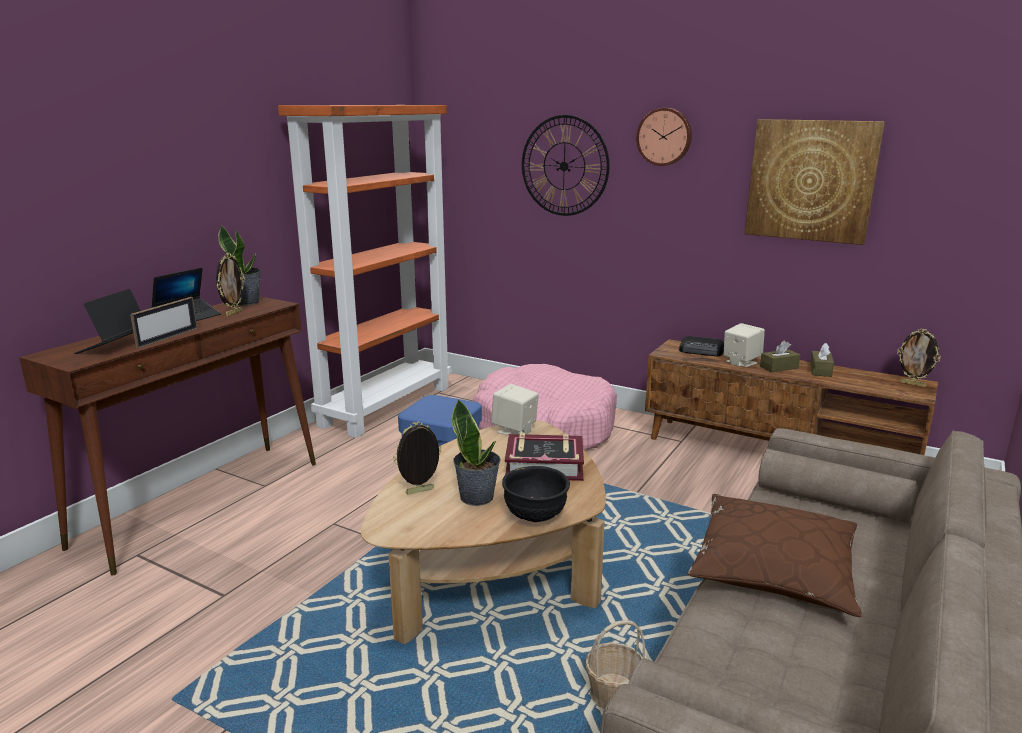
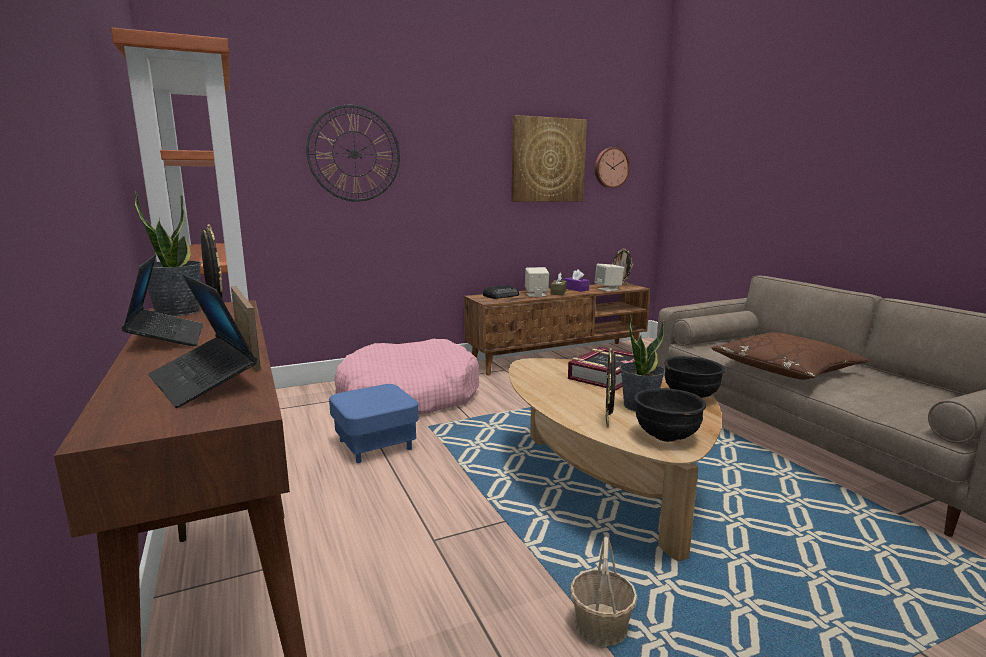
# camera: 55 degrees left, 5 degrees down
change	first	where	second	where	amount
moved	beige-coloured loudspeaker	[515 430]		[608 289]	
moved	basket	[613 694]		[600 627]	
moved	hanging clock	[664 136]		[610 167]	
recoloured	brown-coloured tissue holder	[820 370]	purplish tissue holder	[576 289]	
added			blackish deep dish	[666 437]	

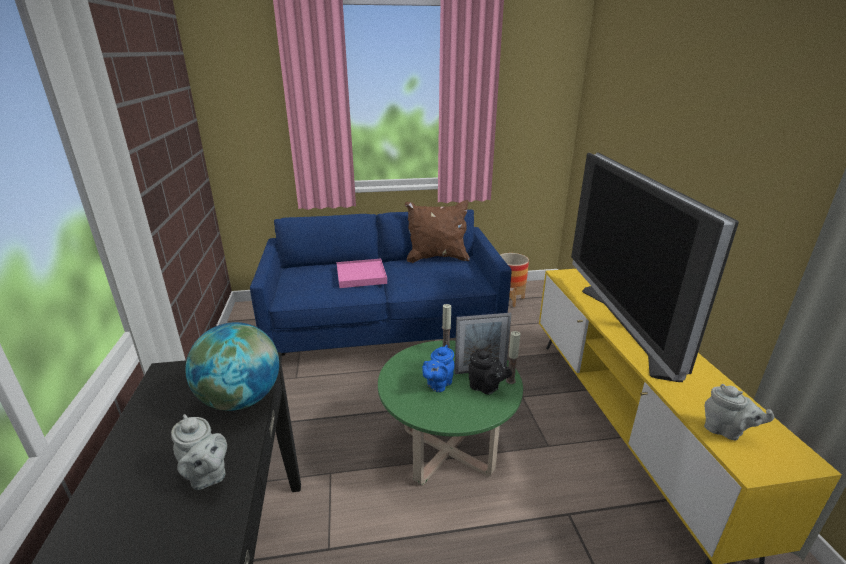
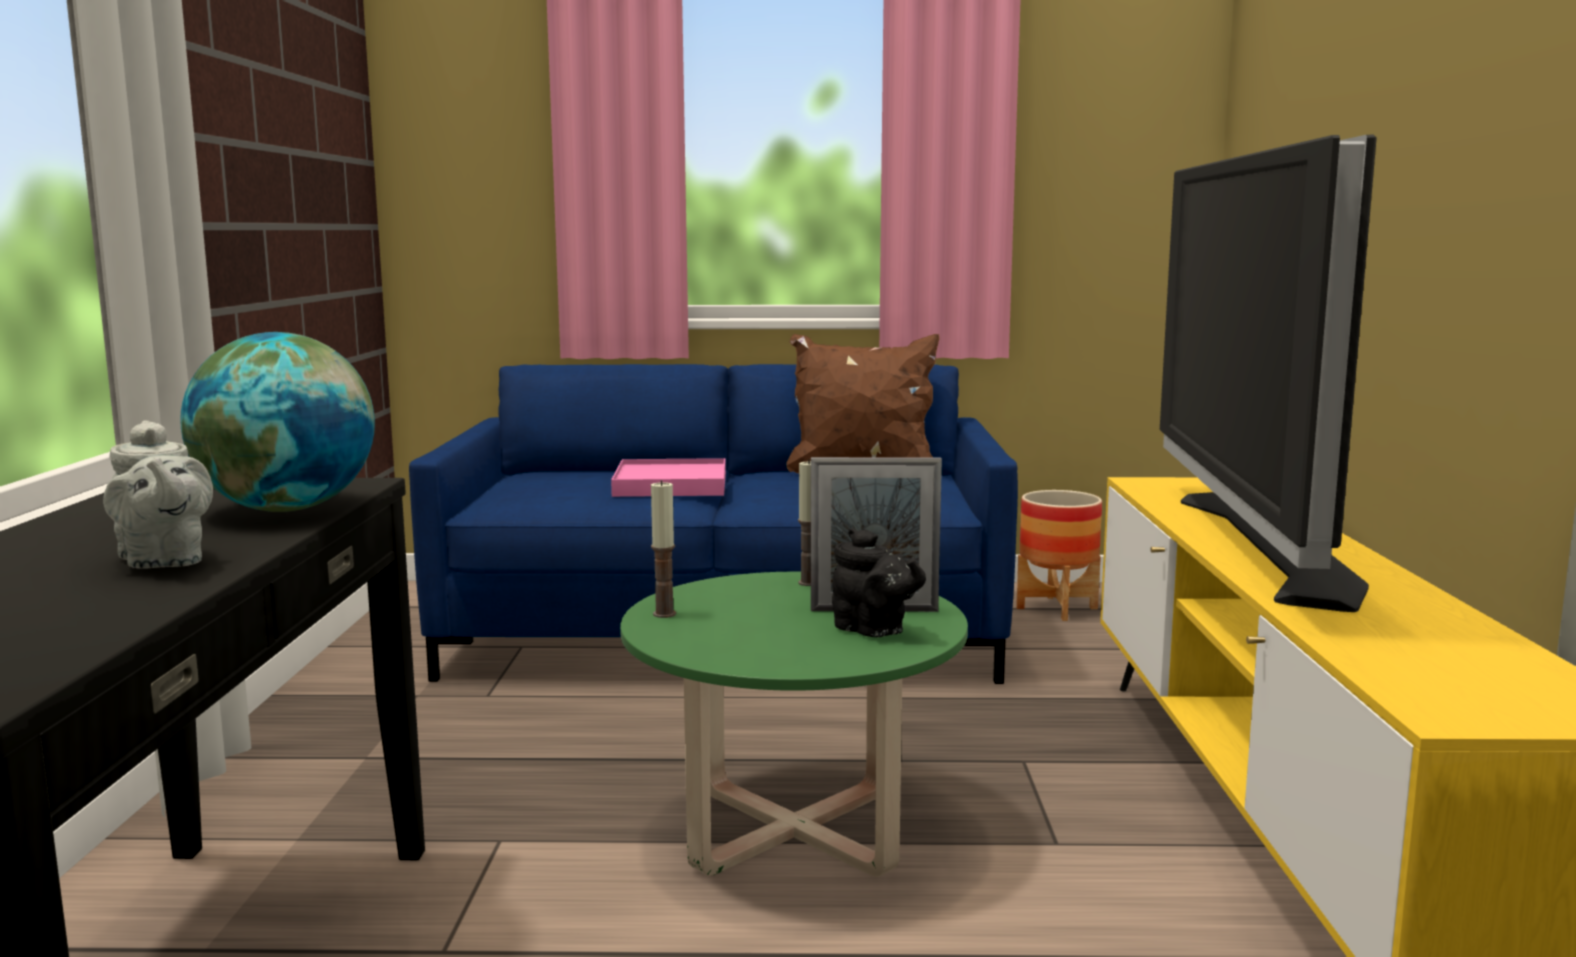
# camera: 10 degrees right, 15 degrees down
change	first	where	second	where	amount
removed	blue pot for tea	[438 384]			
moved	candle	[510 381]		[664 614]	
removed	grey pot for tea	[726 431]			

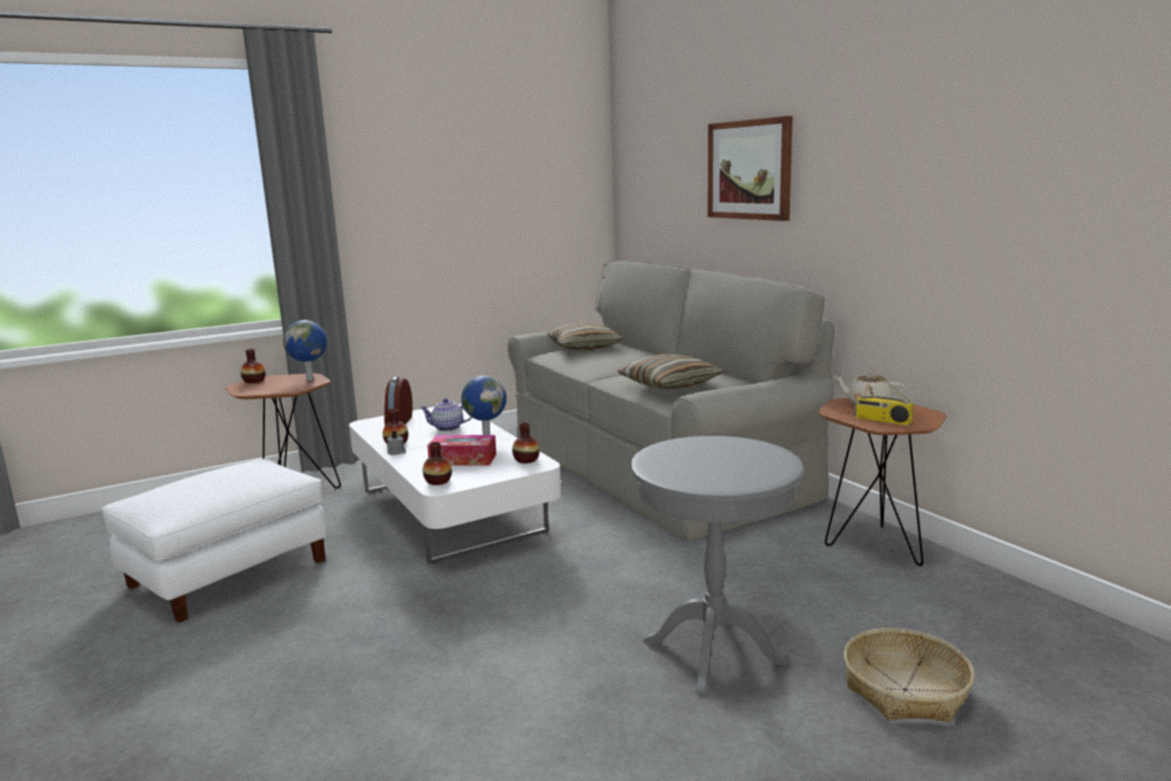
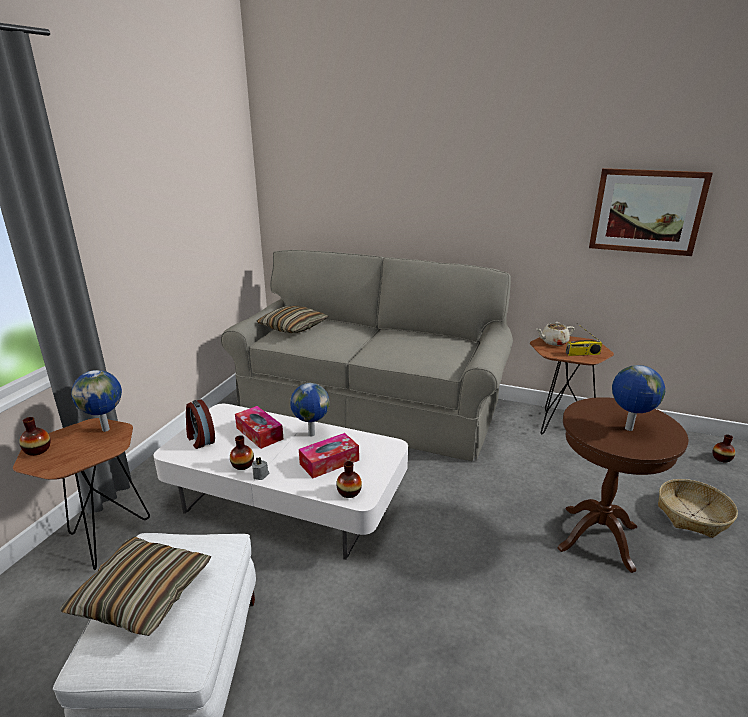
# camera: 40 degrees left, 10 degrees up
change	first	where	second	where	amount
replaced	pot for tea	[447 428]	tissue holder	[259 433]	
moved	decorative vase	[526 460]		[721 458]	
moved	pillow	[669 384]		[142 595]	
recoloured	grey end table	[713 652]	brown-coloured end table	[598 538]	
moved	wall art	[749 170]		[646 211]	
added			world globe	[628 429]	

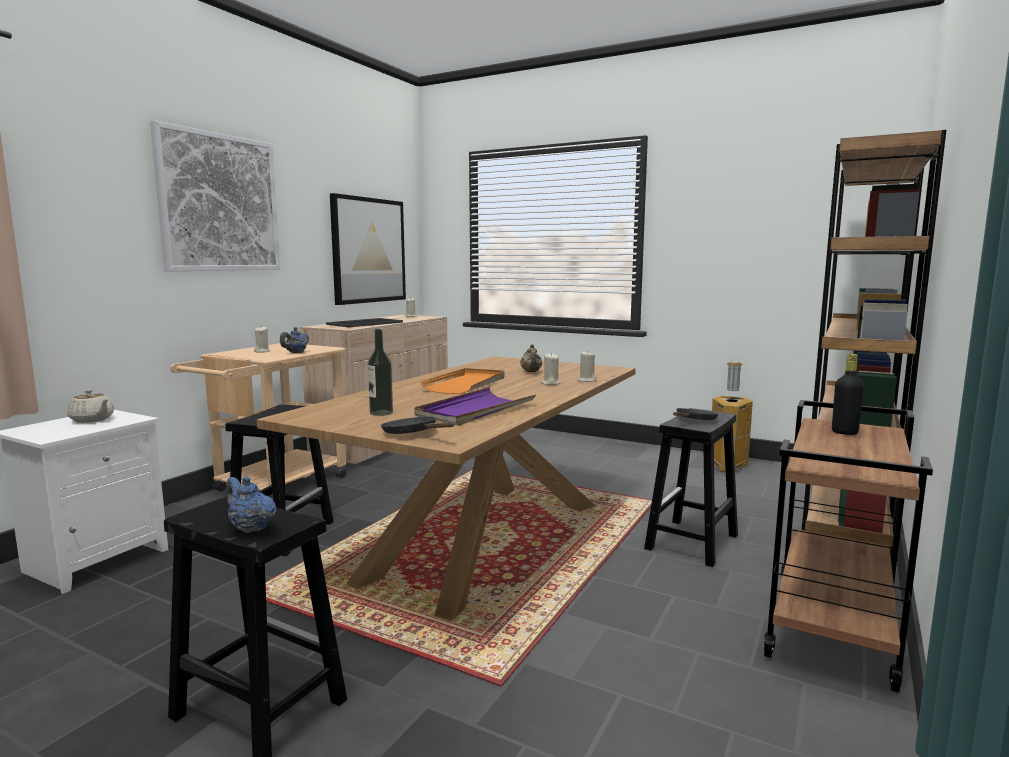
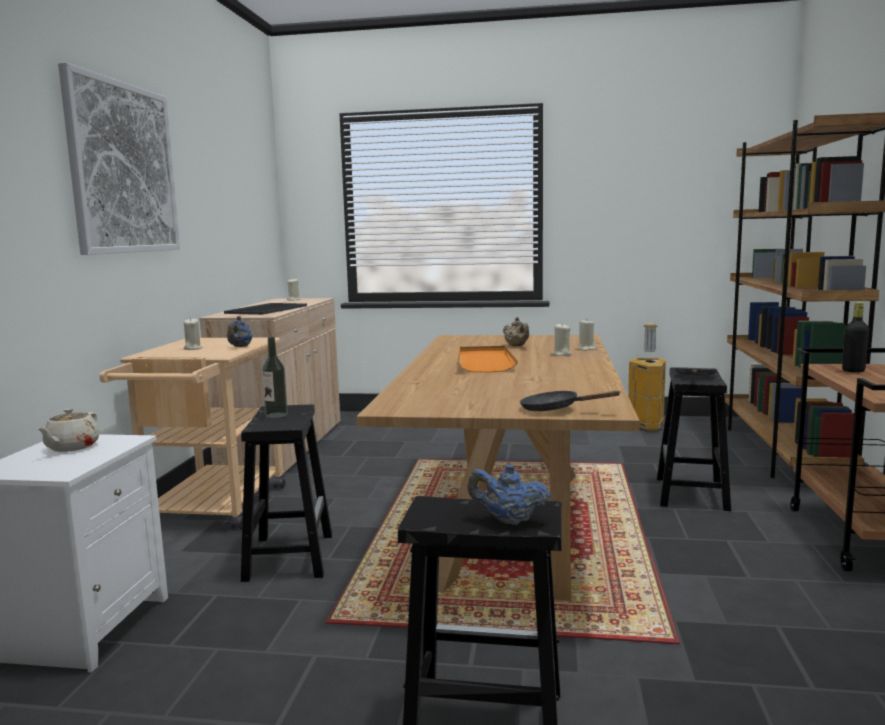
# camera: 20 degrees left, 0 degrees up
change	first	where	second	where	amount
turned	beige-coloured pot for tea	[92 420]		[71 447]	90 degrees clockwise
removed	wall art	[368 250]			
moved	bottle	[381 413]		[276 415]	
removed	purplish tray	[475 410]			

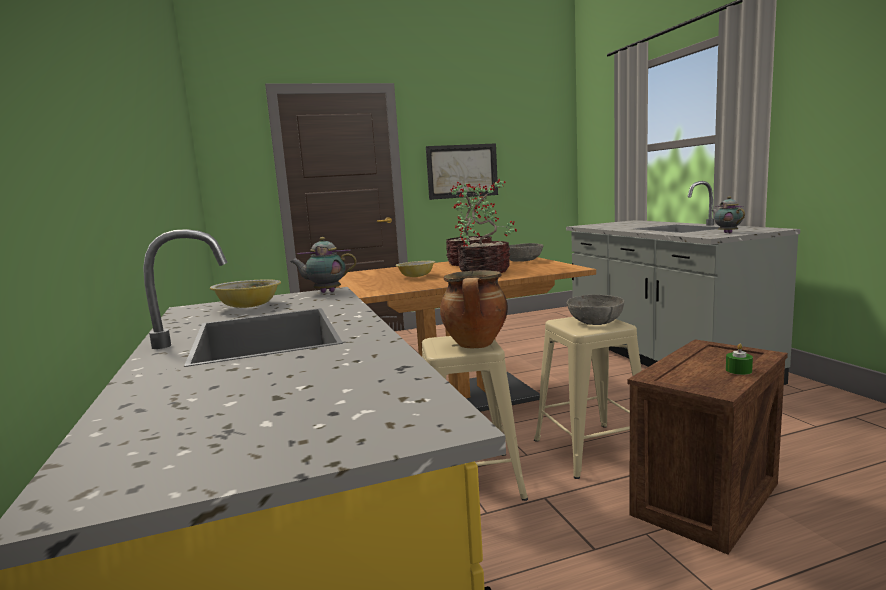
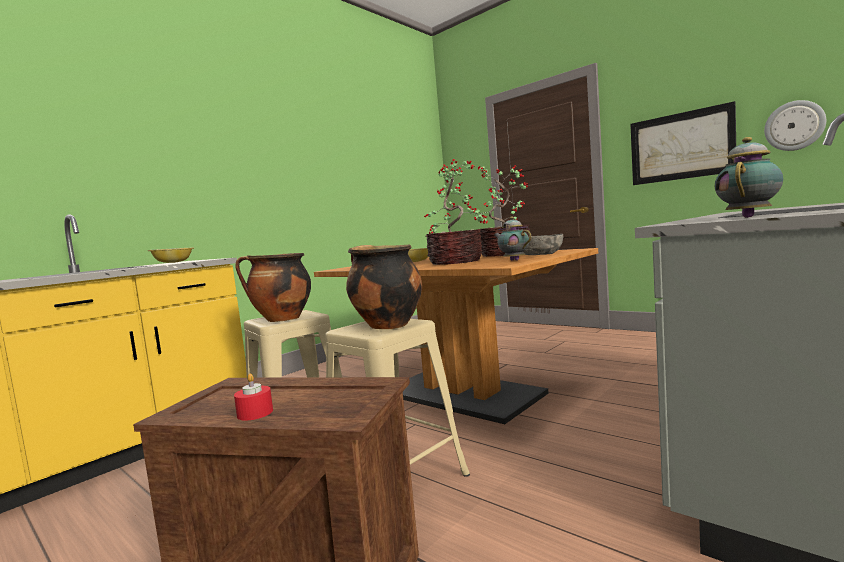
# camera: 60 degrees right, 5 degrees down
change	first	where	second	where	amount
moved	pot for tea	[325 292]		[513 260]	
replaced	grey deep dish	[595 321]	saucepot	[386 325]	
recoloured	green candle	[738 370]	red-coloured candle	[255 413]	
added			hanging clock	[794 126]	

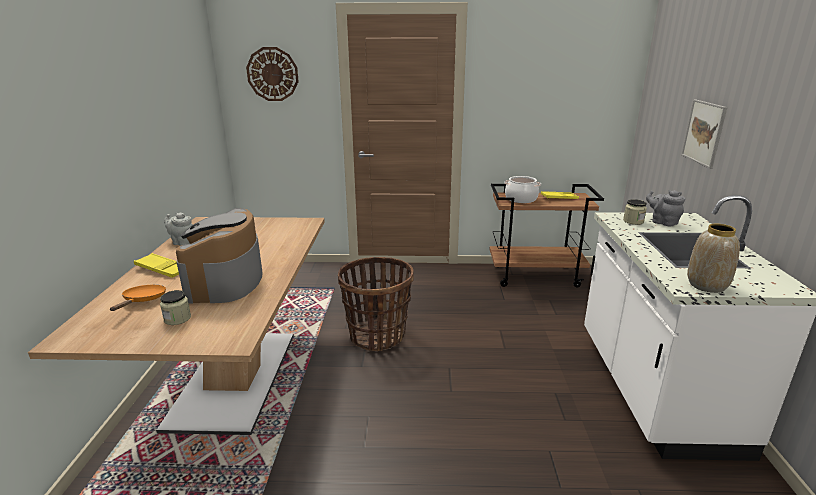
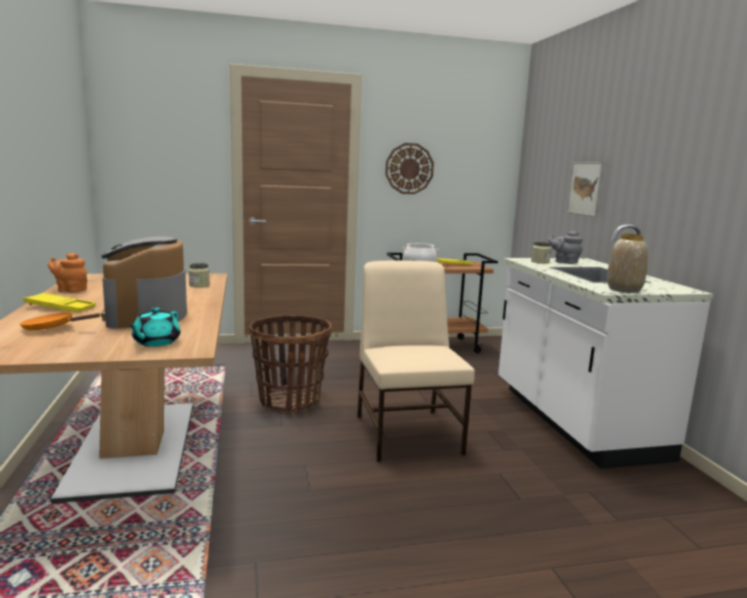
# camera: 15 degrees left, 10 degrees down
change	first	where	second	where	amount
turned	orangey frying pan	[143 300]		[53 328]	75 degrees counterclockwise
moved	preserve jar	[177 319]		[199 285]	
recoloured	grey pot for tea	[182 242]	orangey pot for tea	[70 290]	
moved	hanging clock	[272 74]		[409 168]	
added			turquoise-coloured pot for tea	[155 342]	
added			beige-coloured upright chair	[408 433]	

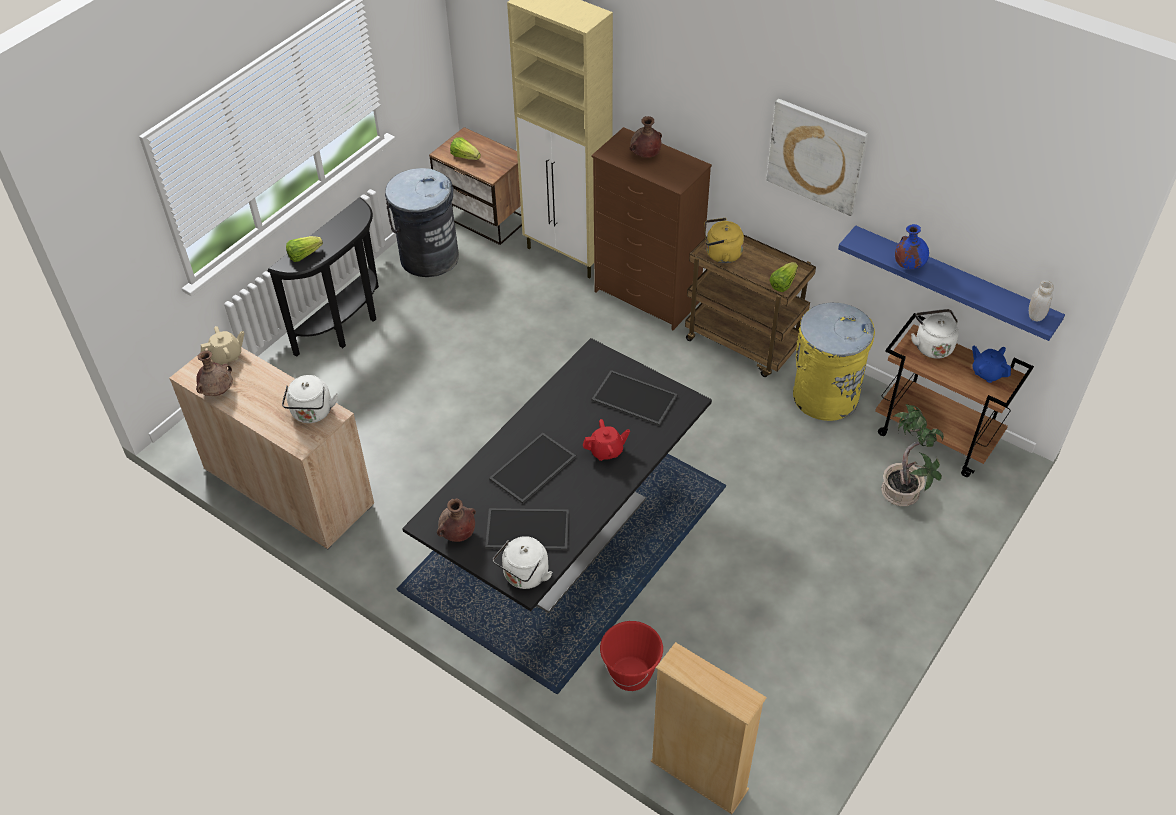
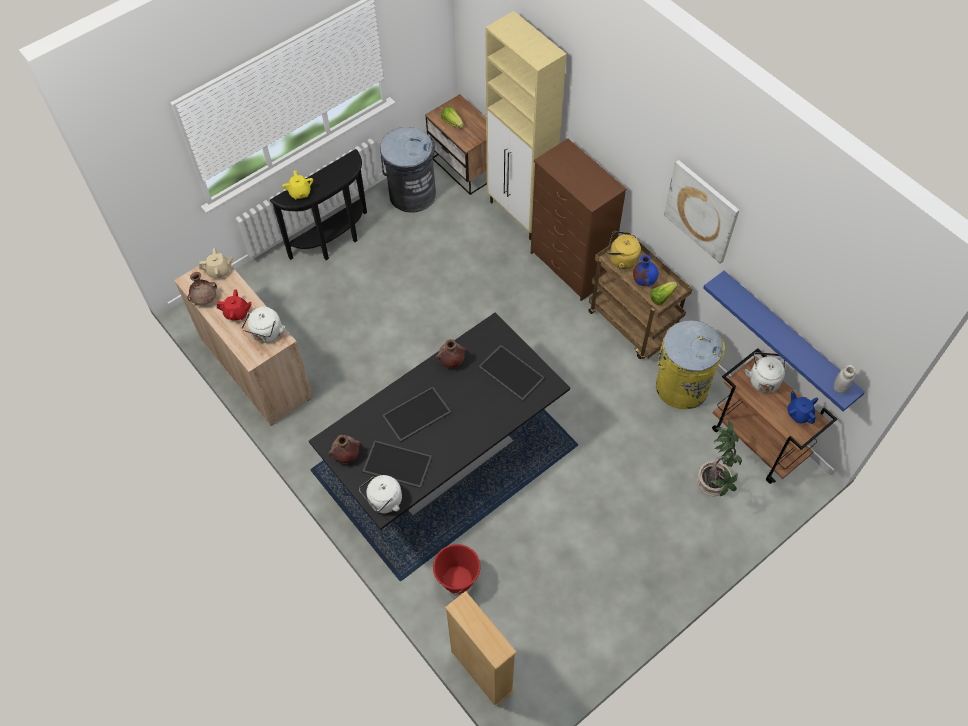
# camera: 15 degrees right, 10 degrees up
change	first	where	second	where	amount
replaced	lettuce	[304 255]	yellowish pot for tea	[300 193]	
moved	red-coloured pot for tea	[606 451]		[237 313]	
moved	brown-coloured decorative vase	[645 155]		[451 361]	
moved	blue decorative vase	[908 265]		[644 280]	

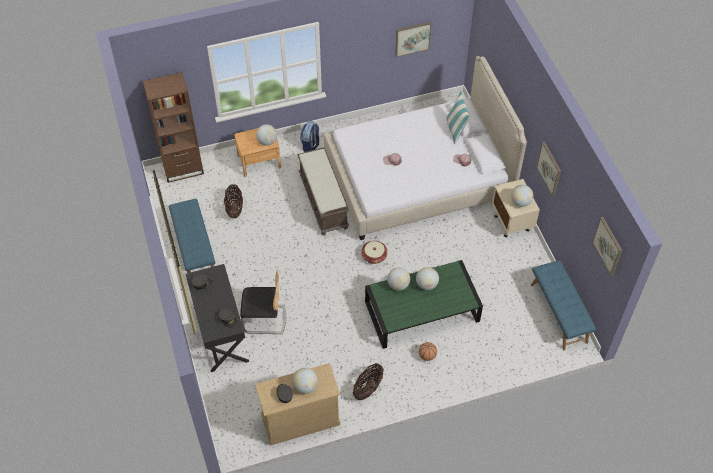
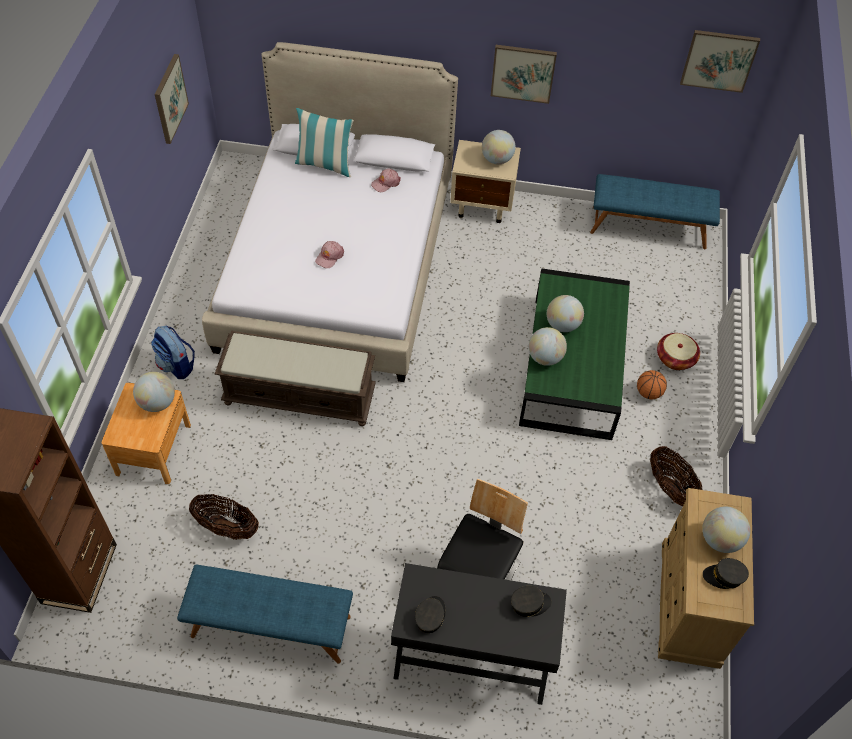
# camera: 65 degrees left, 0 degrees up
change	first	where	second	where	amount
moved	basket	[374 256]		[675 358]	

